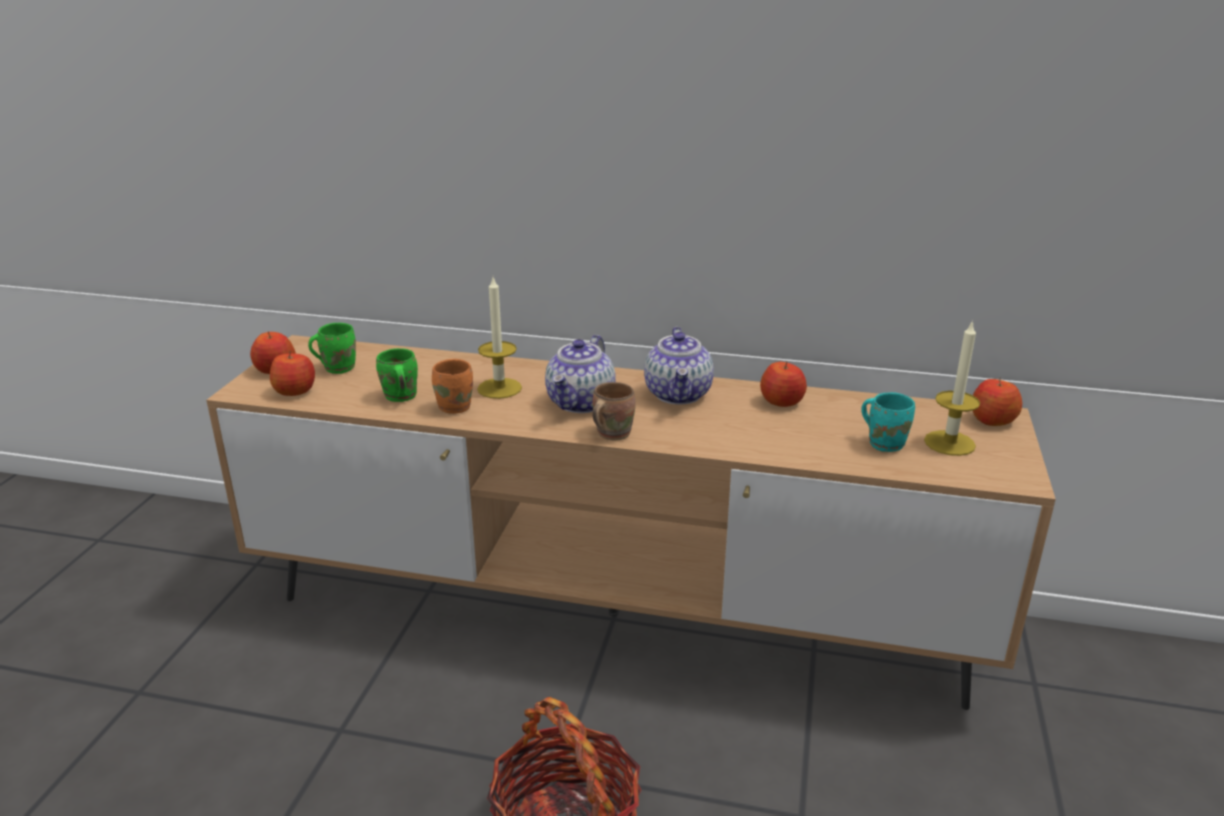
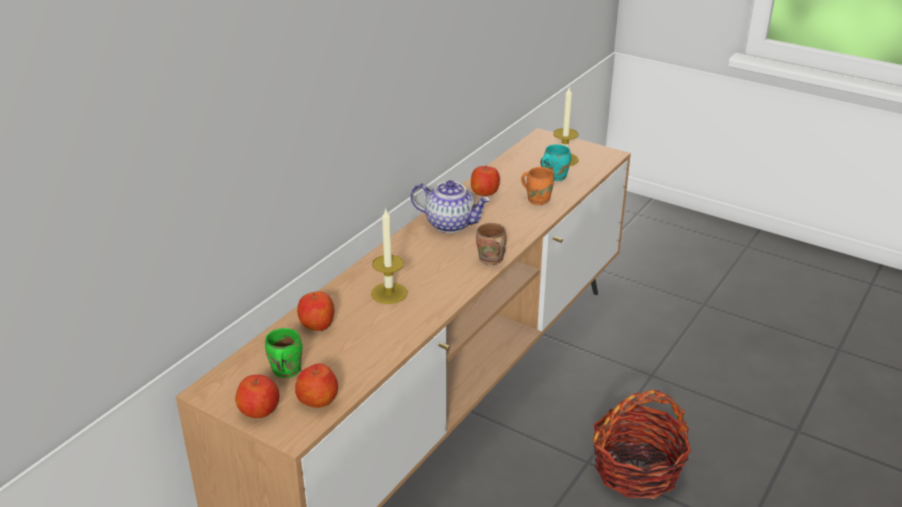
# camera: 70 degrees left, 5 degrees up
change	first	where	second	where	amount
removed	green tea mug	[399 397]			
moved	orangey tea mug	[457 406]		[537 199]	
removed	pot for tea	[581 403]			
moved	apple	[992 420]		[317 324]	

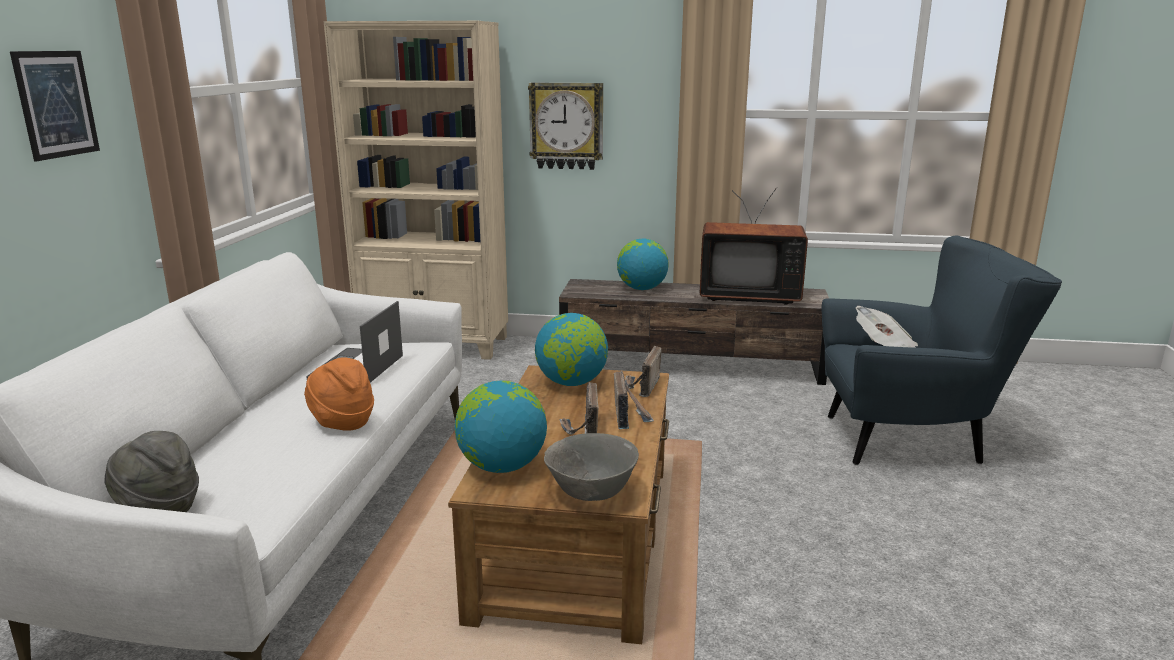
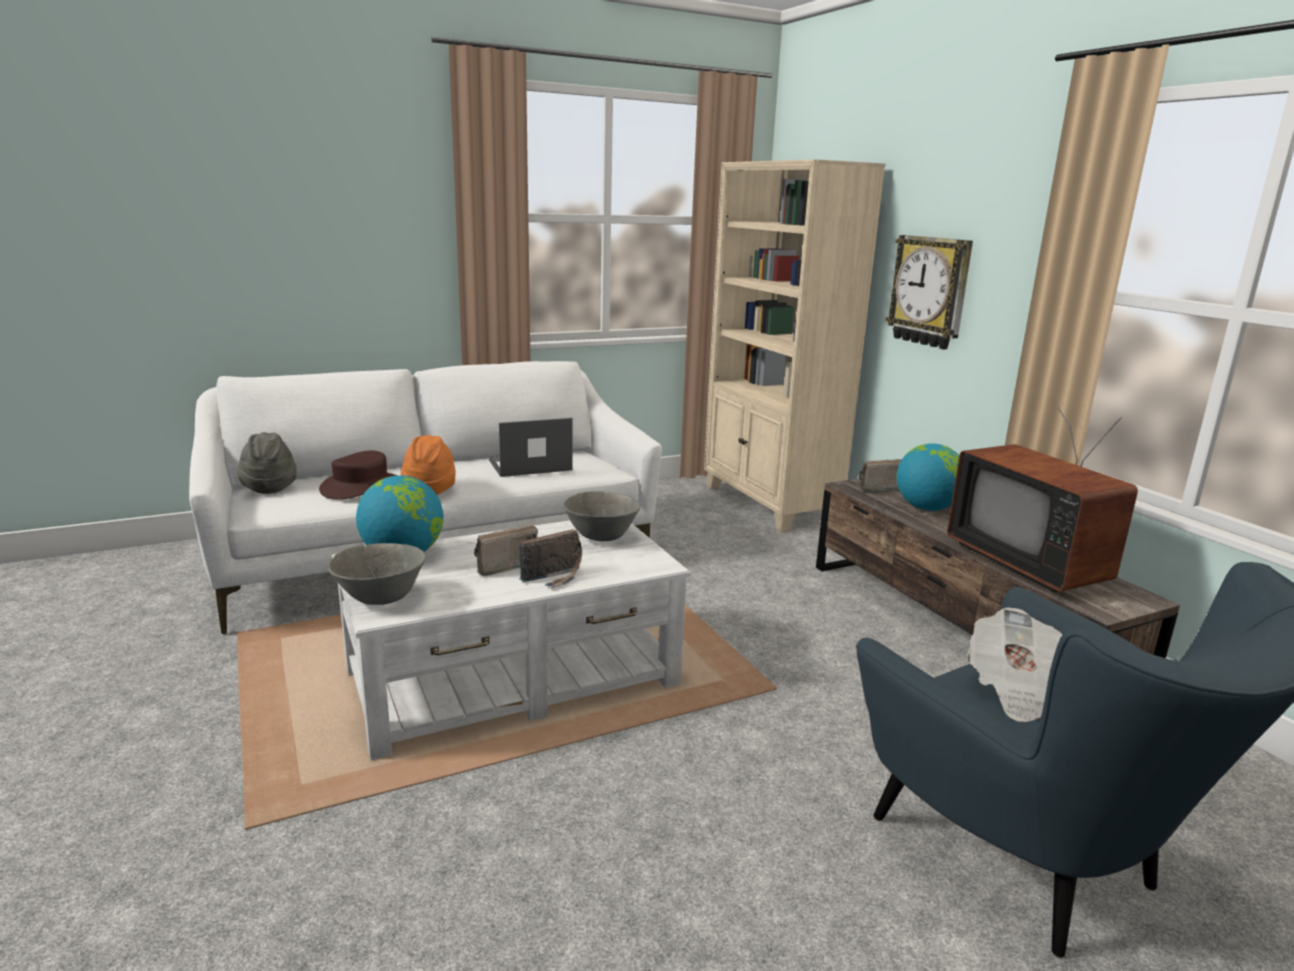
# camera: 55 degrees right, 0 degrees up
change	first	where	second	where	amount
removed	wall art	[56 104]			
recoloured	brown-coloured coffee table	[578 537]	white coffee table	[514 678]	
replaced	world globe	[571 383]	grey deep dish	[601 537]	
moved	radio receiver	[641 387]		[876 488]	
added			brown-coloured wearable hat	[361 486]	

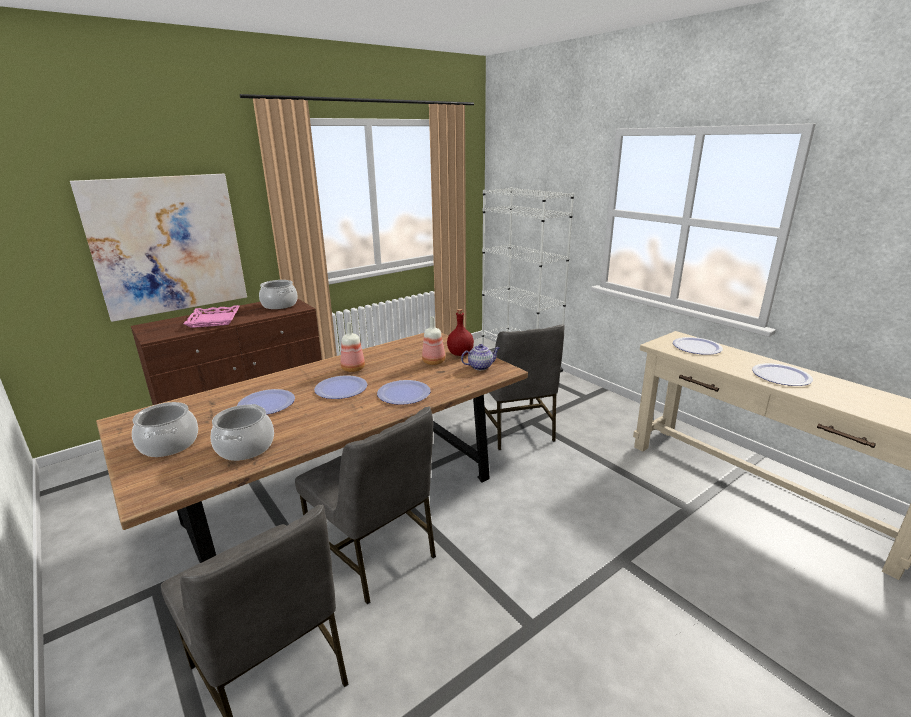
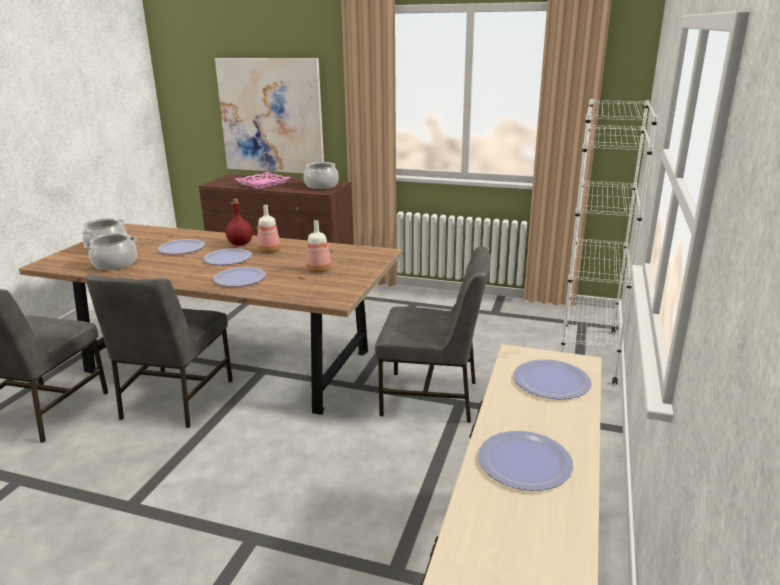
# camera: 55 degrees right, 0 degrees up
change	first	where	second	where	amount
moved	red-coloured bottle	[460 354]		[240 243]	
removed	pot for tea	[481 366]			
turned	grey upright chair	[514 428]		[431 398]	120 degrees counterclockwise

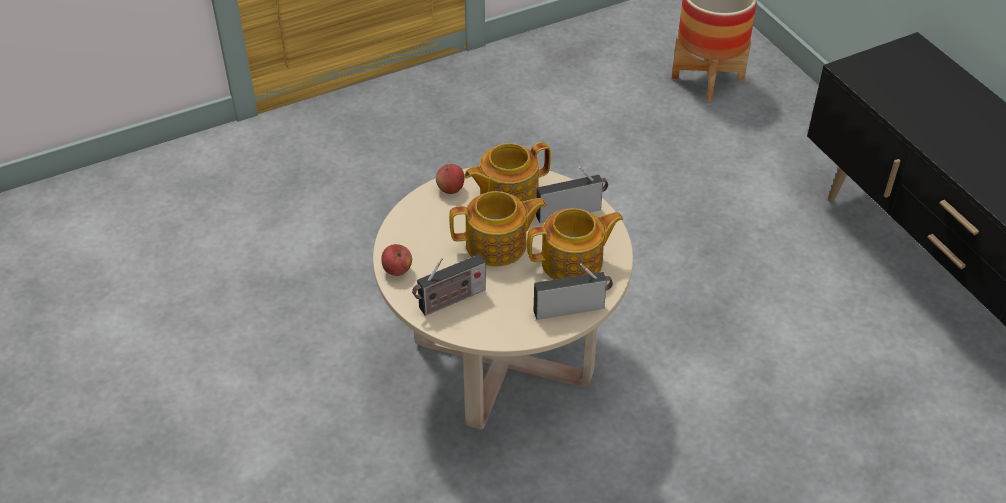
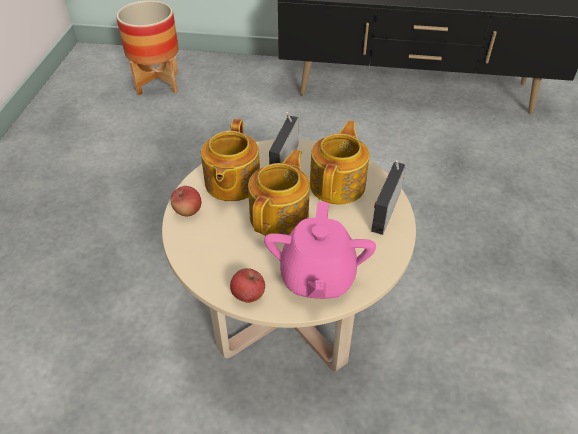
# camera: 55 degrees left, 0 degrees up
change	first	where	second	where	amount
replaced	radio receiver	[450 301]	pink-coloured pot for tea	[317 278]	

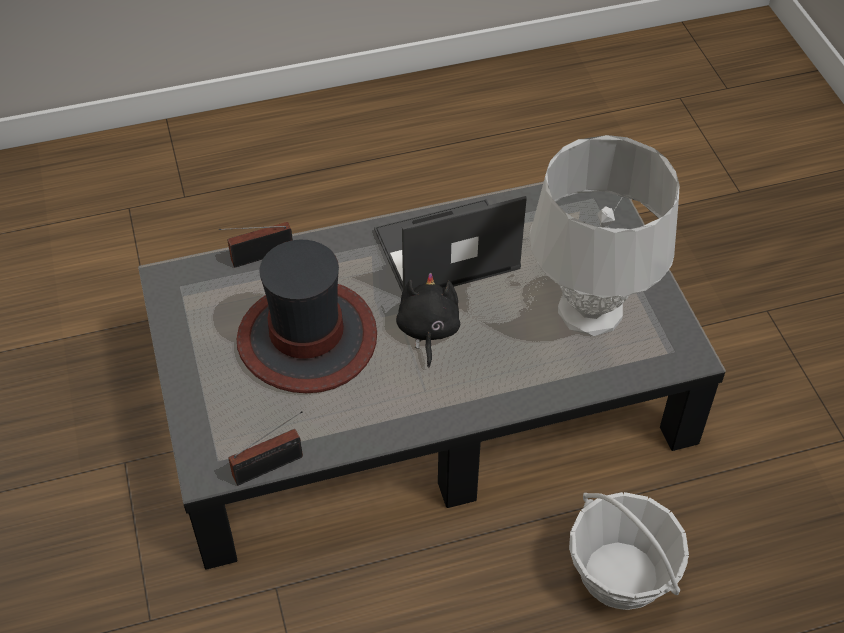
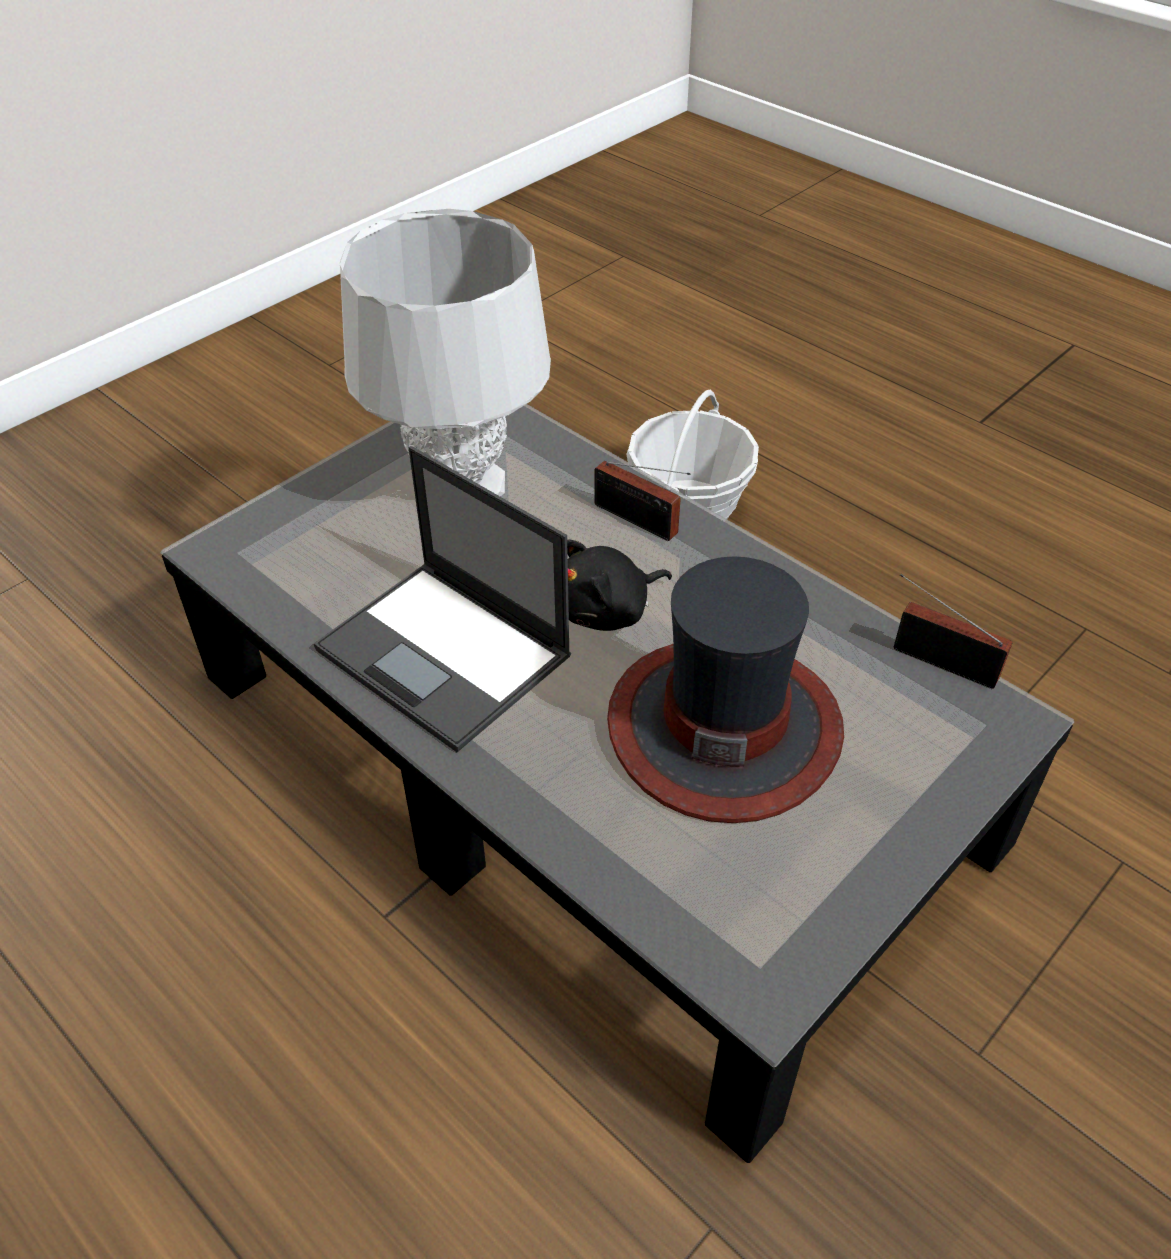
# camera: 120 degrees left, 5 degrees down
change	first	where	second	where	amount
moved	radio receiver	[258 256]		[639 521]	

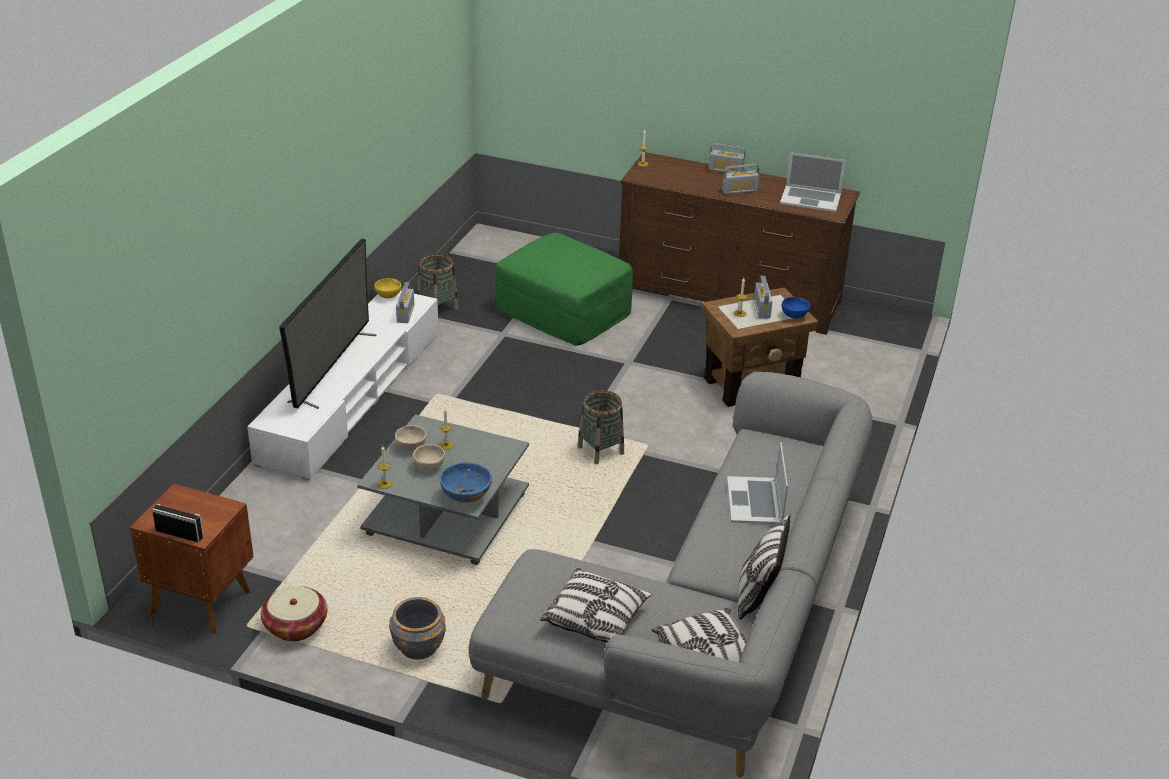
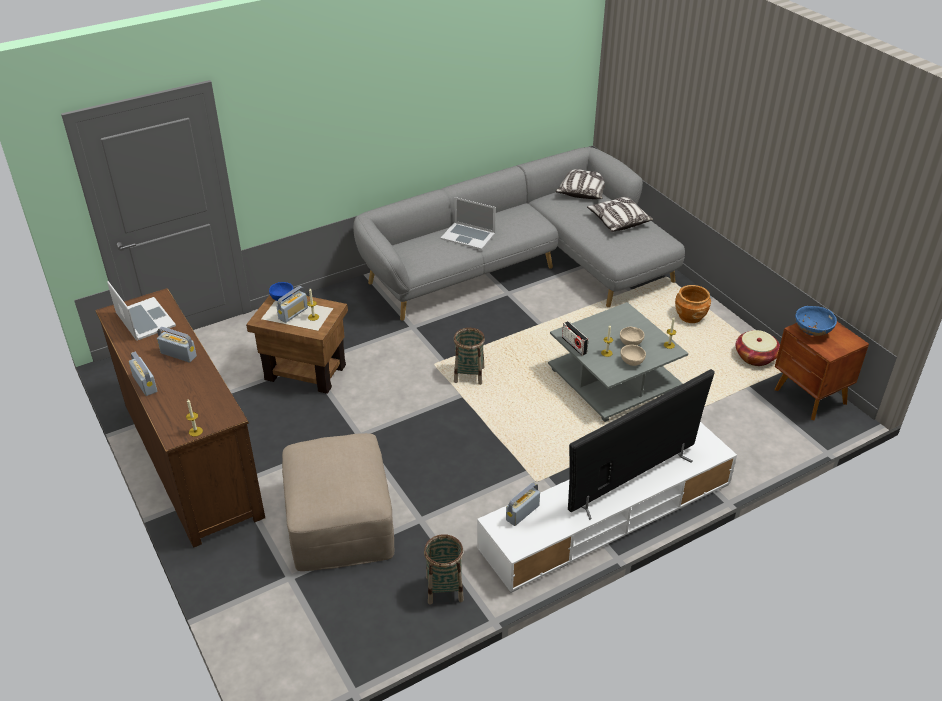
# camera: 140 degrees left, 5 degrees up
change	first	where	second	where	amount
moved	radio receiver	[179 534]		[574 345]	
removed	yellowish deep dish	[388 296]			
recoloured	grey plant pot	[418 647]	brown-coloured plant pot	[690 317]	
moved	blue deep dish	[466 497]		[812 332]	
recoloured	green ottoman	[564 310]	beige-coloured ottoman	[339 519]	
turned	notebook computer	[755 501]		[468 236]	75 degrees clockwise
removed	pillow	[757 595]			

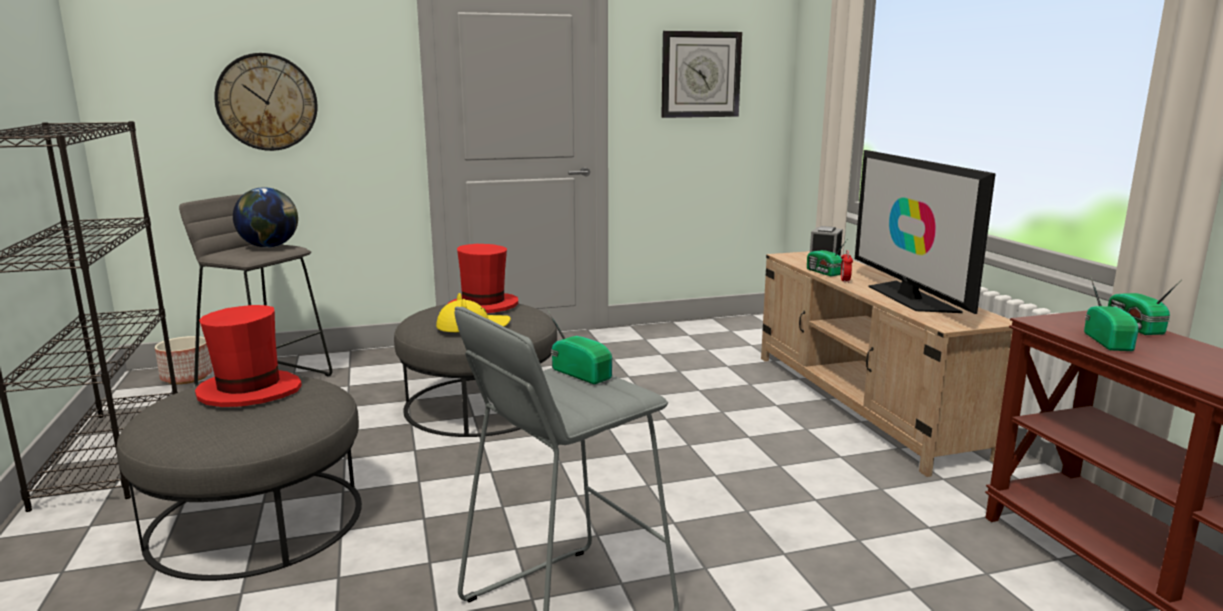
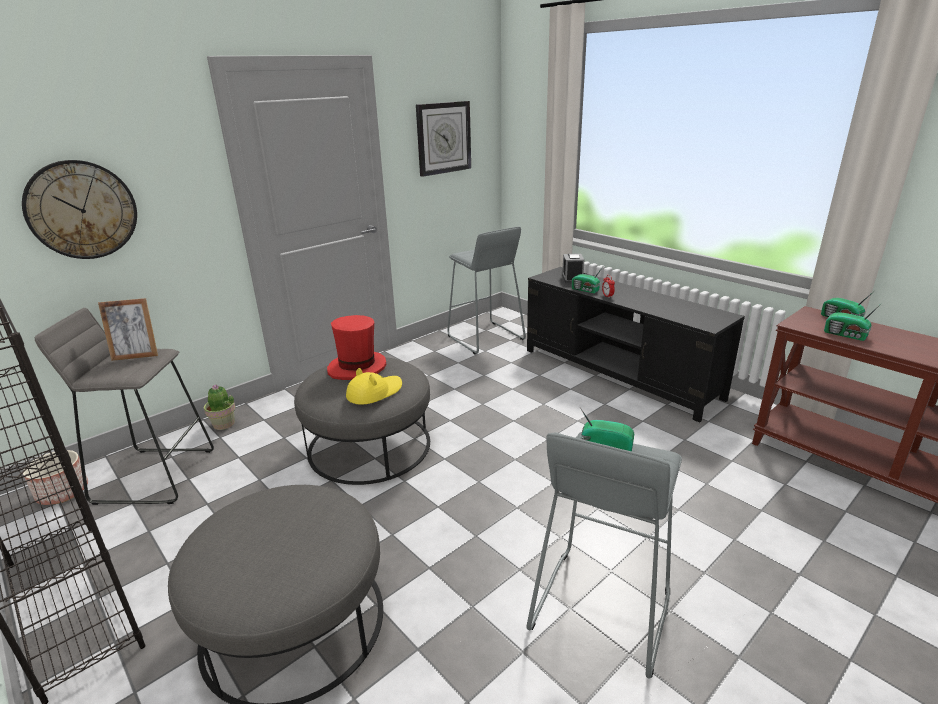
# camera: 25 degrees left, 10 degrees up
change	first	where	second	where	amount
removed	red-coloured wearable hat	[249 392]			
replaced	world globe	[270 246]	photo frame	[136 355]	
recoloured	beige-coloured media console	[863 403]	blackish media console	[618 374]	
removed	TV	[909 297]			
turned	radio receiver	[1108 341]		[846 335]	150 degrees clockwise
added			houseplant	[224 424]	
added			grey sitting stool	[485 338]	

